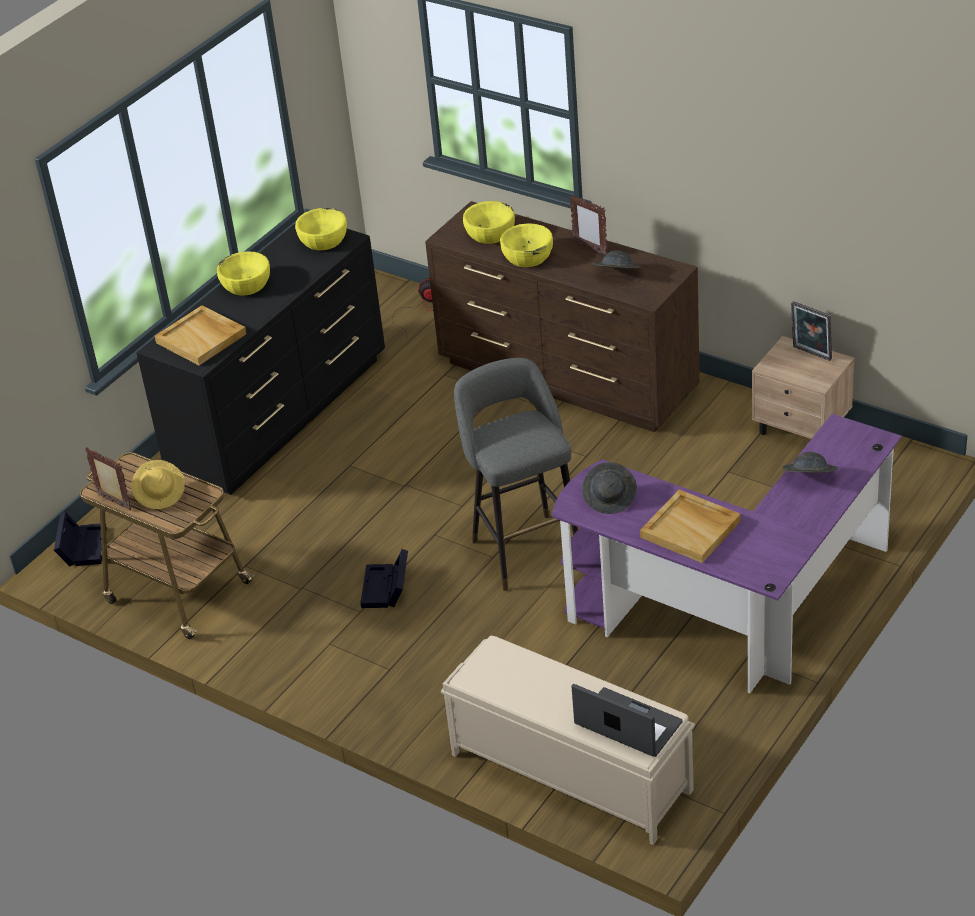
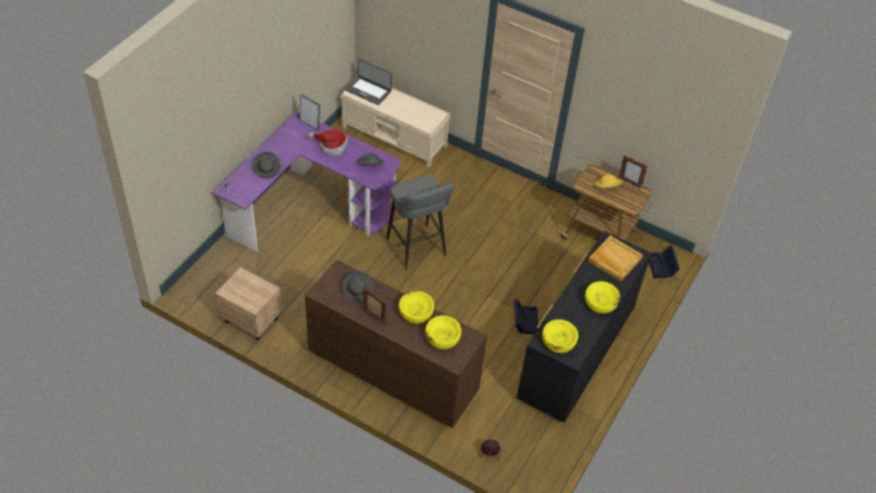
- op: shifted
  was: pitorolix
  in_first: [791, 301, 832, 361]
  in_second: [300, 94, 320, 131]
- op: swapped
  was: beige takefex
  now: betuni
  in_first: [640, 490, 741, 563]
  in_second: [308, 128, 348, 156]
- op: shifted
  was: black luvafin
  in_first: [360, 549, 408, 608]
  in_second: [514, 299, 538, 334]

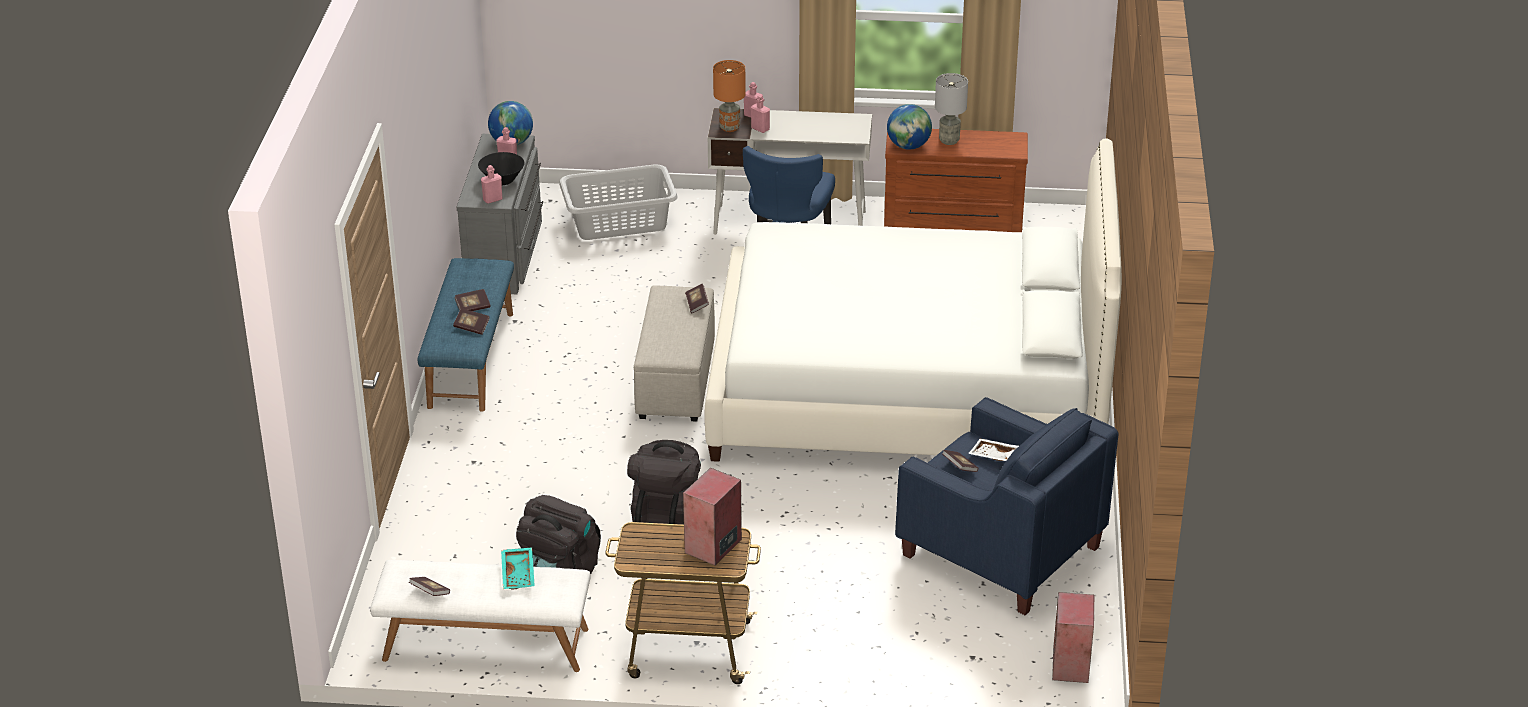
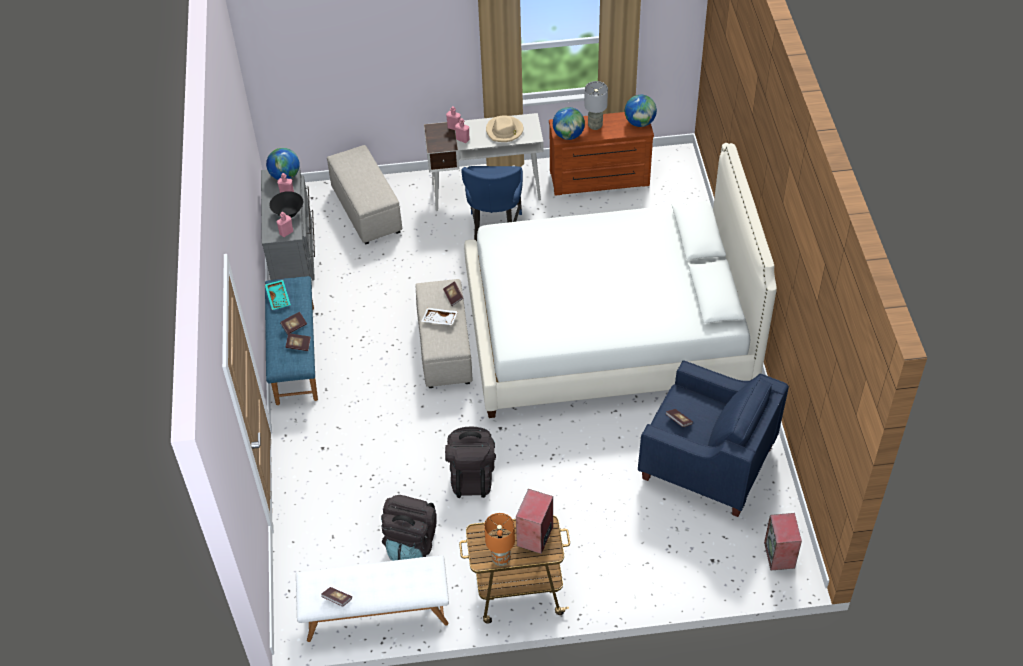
- op: shifted
  was: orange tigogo
  in_first: [713, 60, 746, 132]
  in_second: [484, 513, 515, 566]
- op: swapped
  was: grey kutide
  now: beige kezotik
  in_first: [559, 164, 677, 240]
  in_second: [327, 145, 402, 245]
- op: shifted
  was: white takefex
  in_first: [968, 439, 1019, 461]
  in_second: [421, 308, 458, 325]
- op: shifted
  was: turquoise takefex
  in_first: [501, 547, 535, 589]
  in_second: [265, 280, 291, 310]
- op: new
  now: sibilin
  in_second: [625, 95, 657, 127]
- op: new
  now: beige betuni
  in_second: [486, 115, 524, 142]

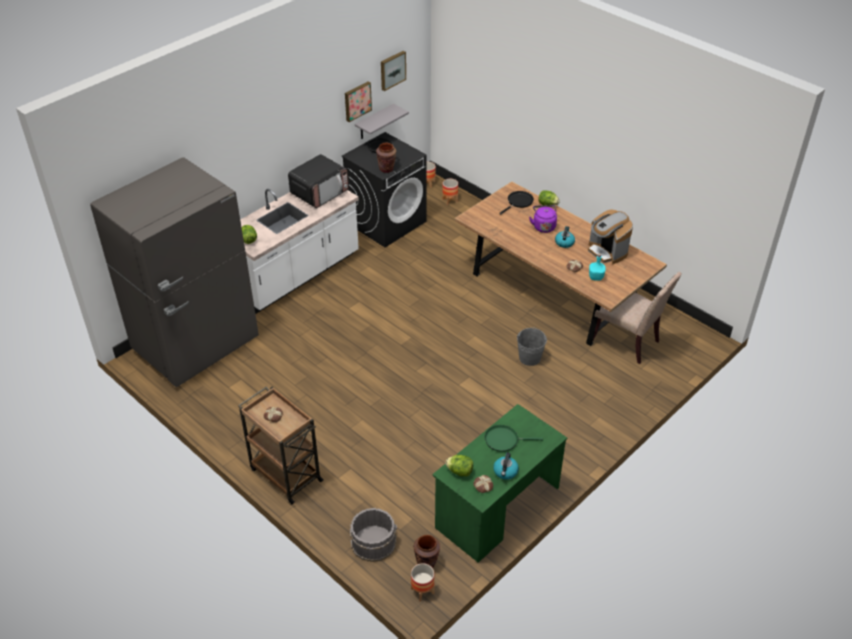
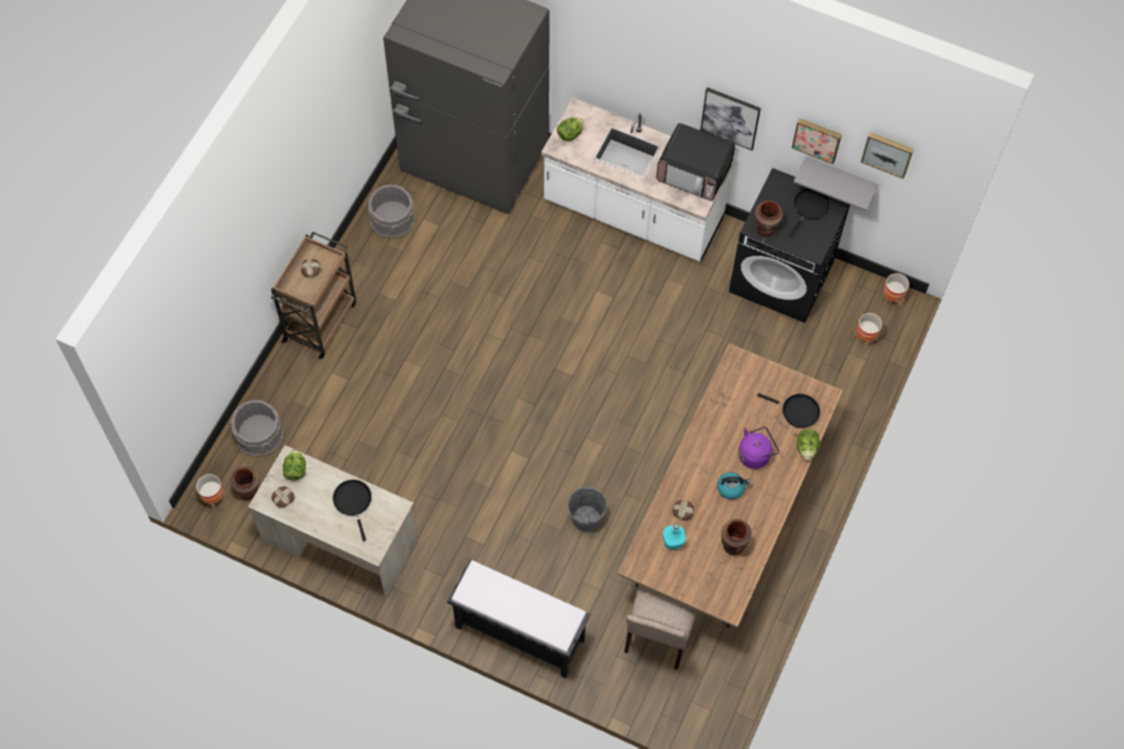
- op: swapped
  was: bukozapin
  now: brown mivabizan
  in_first: [588, 209, 633, 264]
  in_second: [721, 519, 752, 555]
- op: repainted
  was: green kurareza
  now: beige kurareza
  in_first: [432, 404, 567, 563]
  in_second: [248, 445, 418, 599]
- op: repainted
  was: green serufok
  now: black serufok
  in_first: [485, 425, 543, 452]
  in_second: [333, 480, 372, 541]
- op: gone
  was: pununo
  in_first: [493, 452, 519, 480]
- op: new
  now: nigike
  in_second: [700, 87, 761, 150]
- op: new
  now: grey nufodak
  in_second: [368, 184, 415, 239]
- op: new
  now: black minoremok
  in_second: [447, 559, 591, 678]

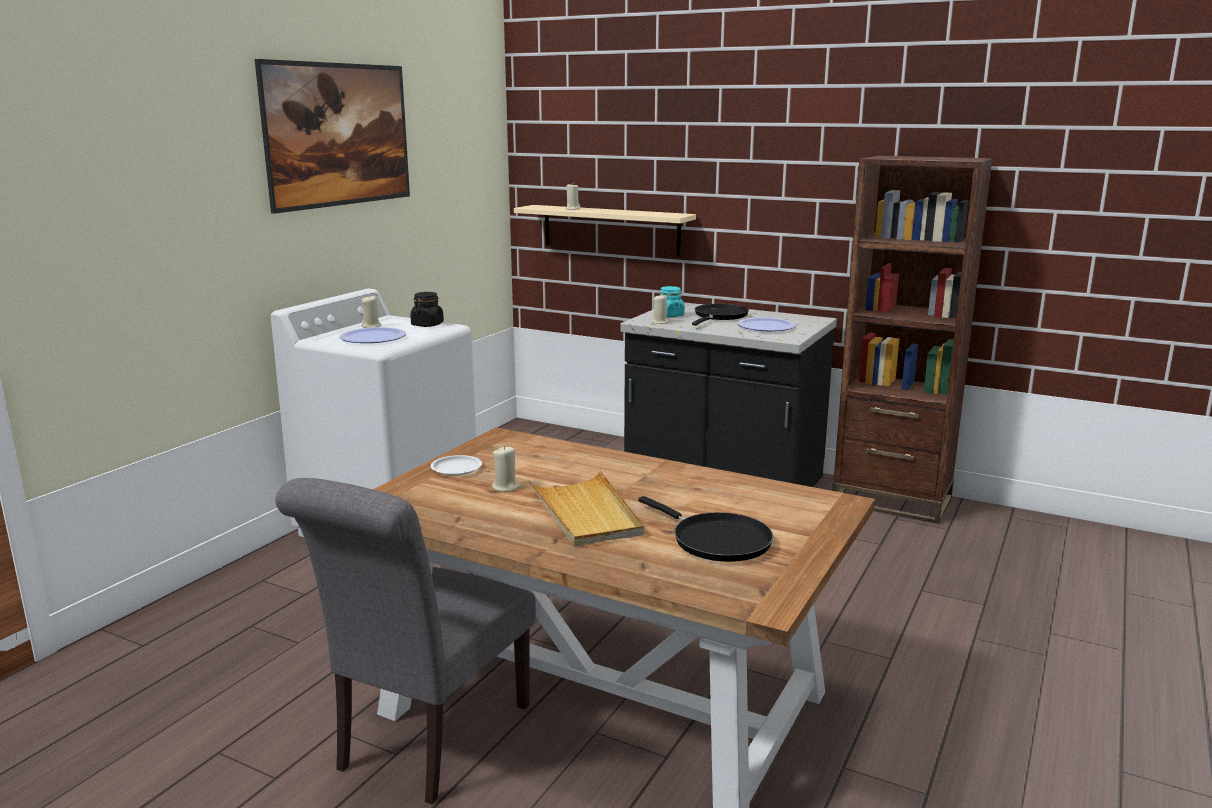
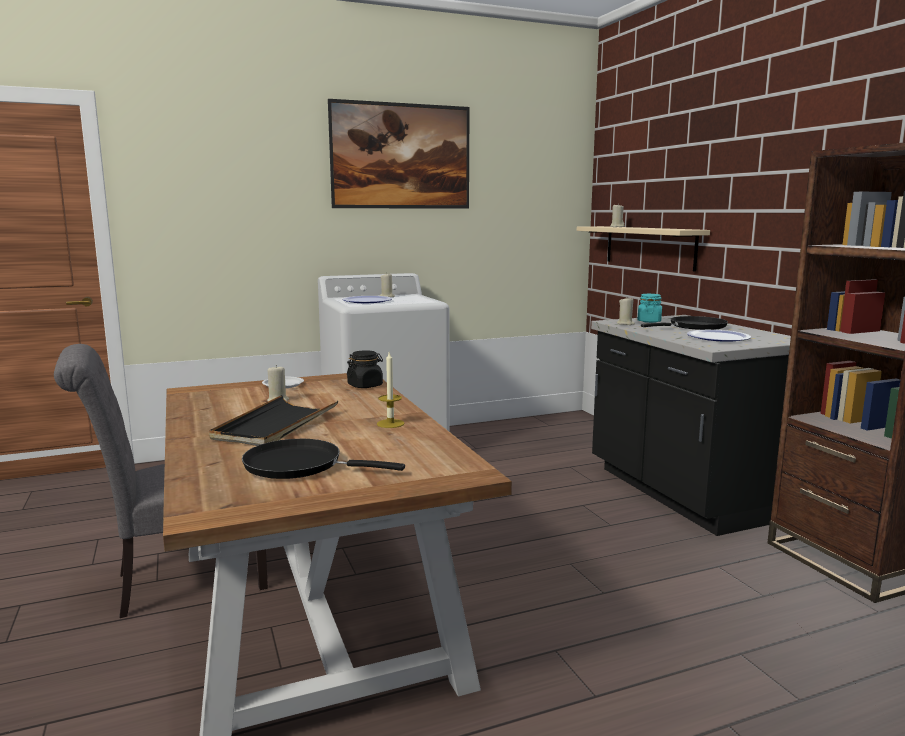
- op: shifted
  was: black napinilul
  in_first: [410, 292, 444, 327]
  in_second: [347, 350, 383, 388]
- op: repainted
  was: beige takefex
  now: black takefex
  in_first: [528, 470, 644, 547]
  in_second: [209, 395, 338, 446]
- op: rotated
  was: black serufok
  in_first: [638, 496, 773, 562]
  in_second: [242, 439, 405, 479]
  clockwise: 105
- op: new
  now: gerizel
  in_second: [377, 352, 404, 428]

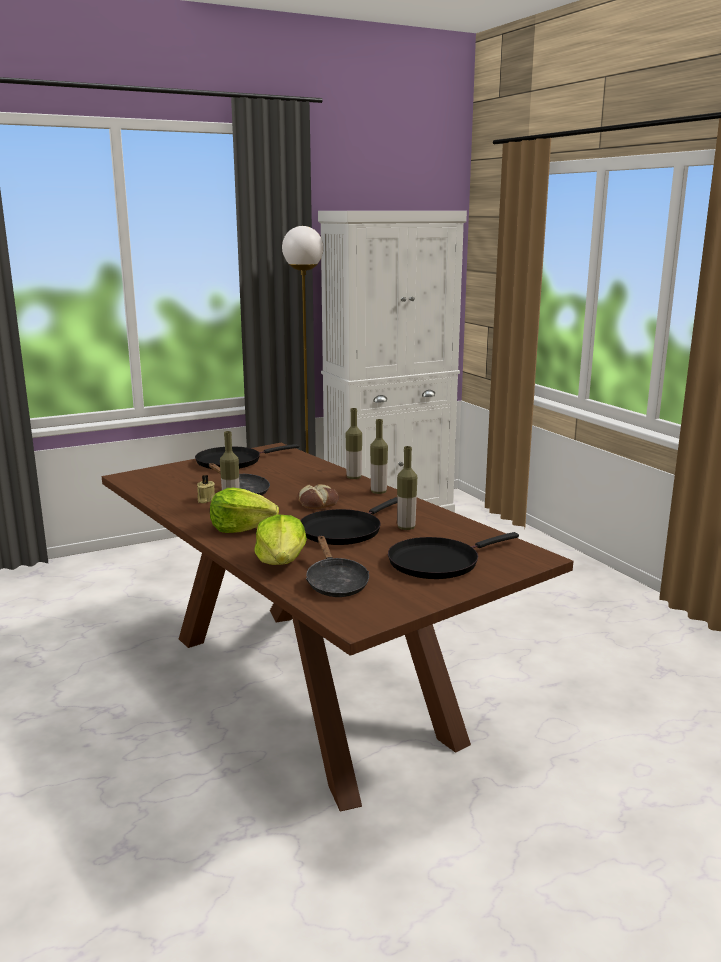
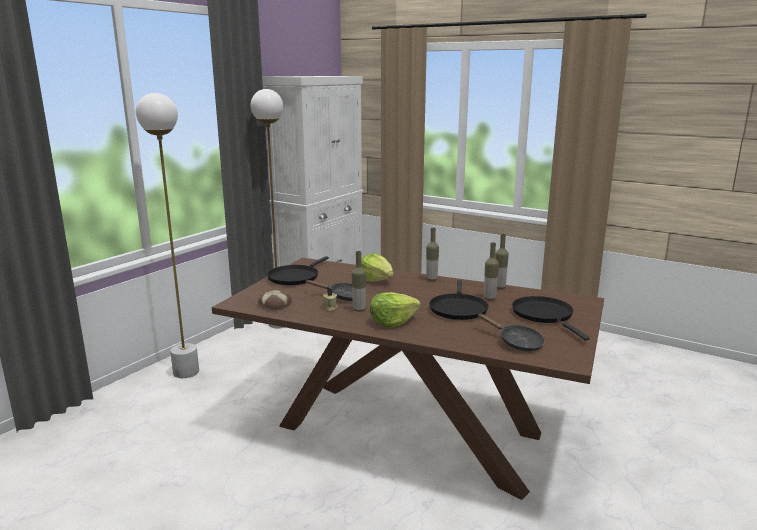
- op: shifted
  was: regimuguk
  in_first: [346, 408, 362, 479]
  in_second: [495, 234, 509, 289]
- op: shifted
  was: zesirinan
  in_first: [297, 484, 339, 509]
  in_second: [258, 290, 292, 310]
- op: shifted
  was: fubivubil
  in_first: [254, 514, 307, 565]
  in_second: [361, 253, 394, 282]
- op: rotated
  was: black serufok
  in_first: [388, 532, 519, 579]
  in_second: [512, 296, 590, 341]
  clockwise: 135
- op: new
  now: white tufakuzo
  in_second: [136, 93, 199, 378]

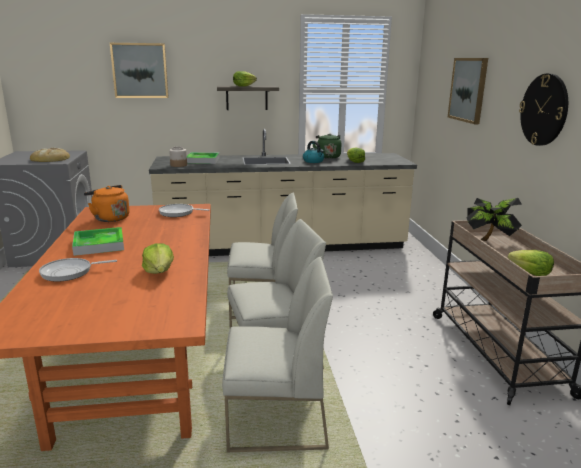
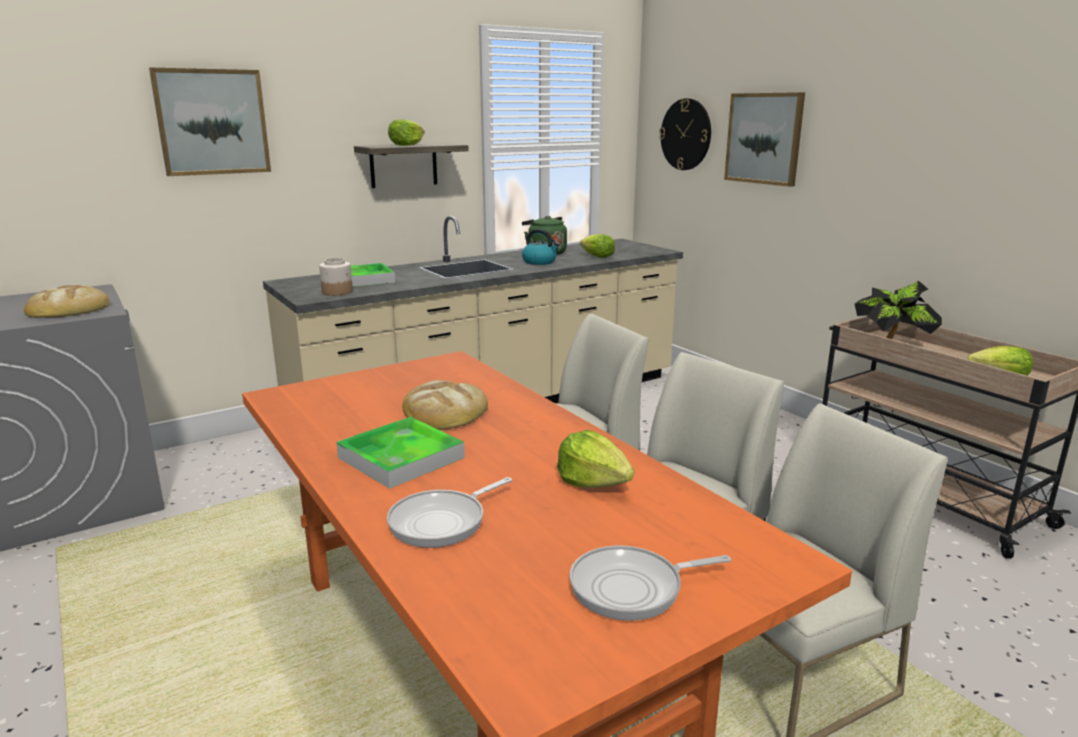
- op: shifted
  was: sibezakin
  in_first: [519, 73, 568, 146]
  in_second: [659, 98, 711, 170]
- op: gone
  was: orange pununo
  in_first: [84, 185, 130, 222]
- op: shifted
  was: serufok
  in_first: [159, 204, 210, 217]
  in_second: [570, 545, 731, 621]
- op: new
  now: zesirinan
  in_second: [402, 380, 488, 430]

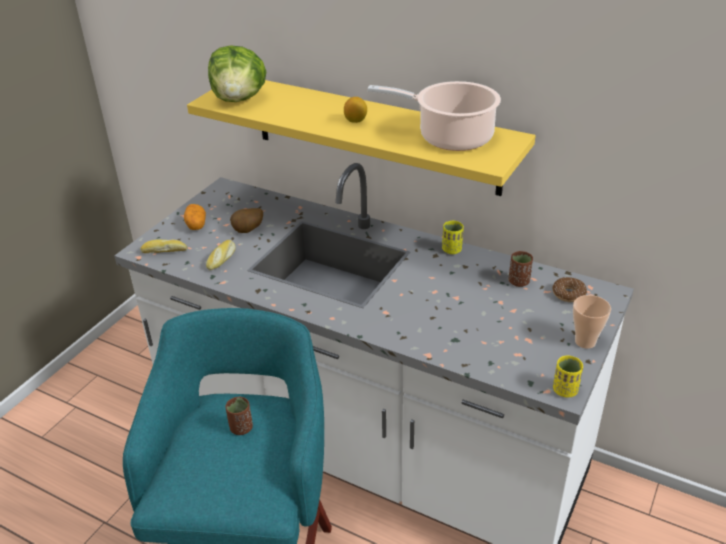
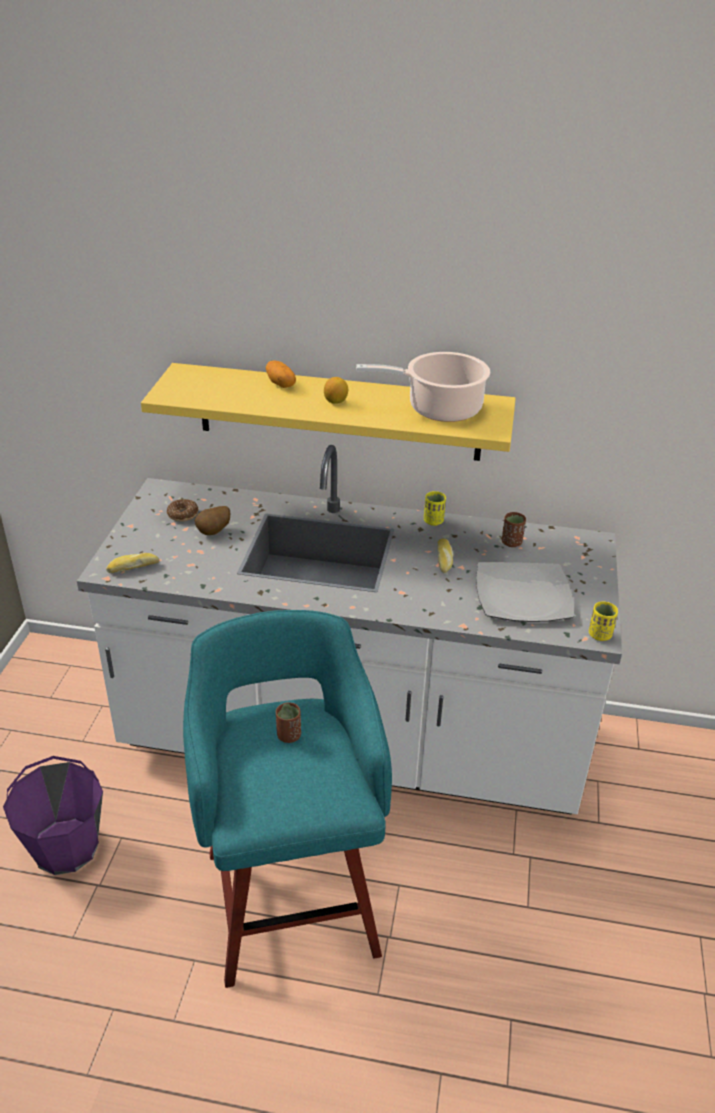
- op: gone
  was: fubivubil
  in_first: [208, 45, 266, 102]
- op: shifted
  was: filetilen
  in_first: [184, 204, 206, 230]
  in_second: [266, 361, 296, 388]
- op: shifted
  was: zesirinan
  in_first: [206, 240, 236, 270]
  in_second: [437, 539, 453, 573]
- op: shifted
  was: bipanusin
  in_first: [553, 277, 587, 302]
  in_second: [167, 499, 198, 522]
- op: gone
  was: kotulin
  in_first: [573, 295, 611, 349]
- op: new
  now: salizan
  in_second: [476, 562, 574, 622]
- op: new
  now: purple nufodak
  in_second: [3, 756, 103, 875]

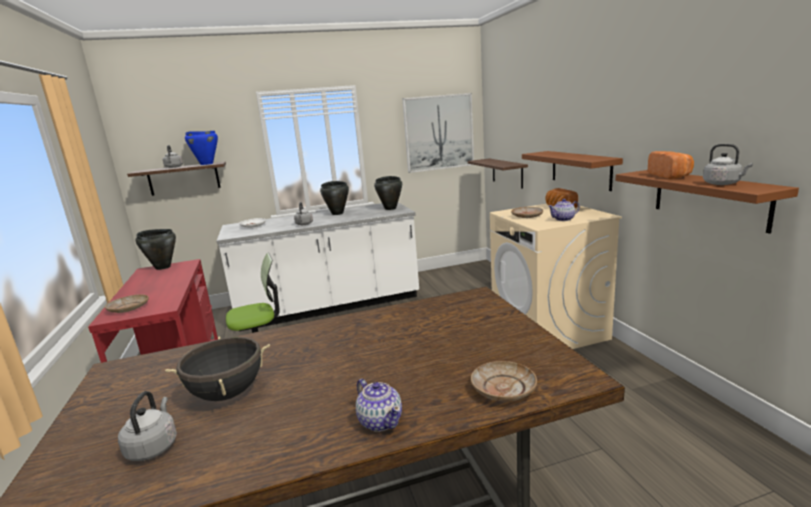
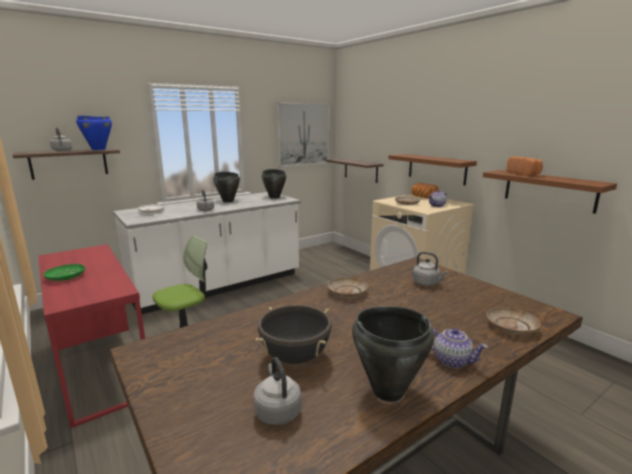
- op: shifted
  was: grey pununo
  in_first: [703, 144, 753, 185]
  in_second: [412, 252, 448, 286]
- op: shifted
  was: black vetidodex
  in_first: [136, 229, 176, 270]
  in_second: [352, 306, 434, 402]
- op: shifted
  was: beige salizan
  in_first: [105, 294, 149, 313]
  in_second: [327, 277, 368, 298]
- op: new
  now: green salizan
  in_second: [43, 264, 85, 281]

